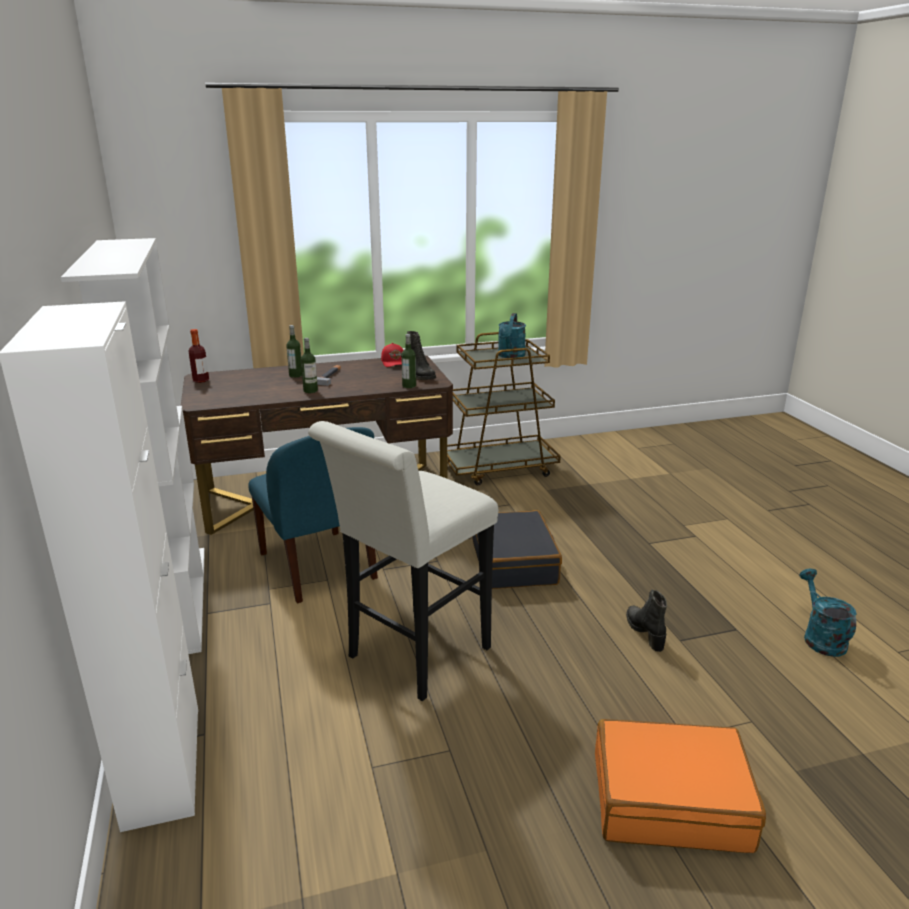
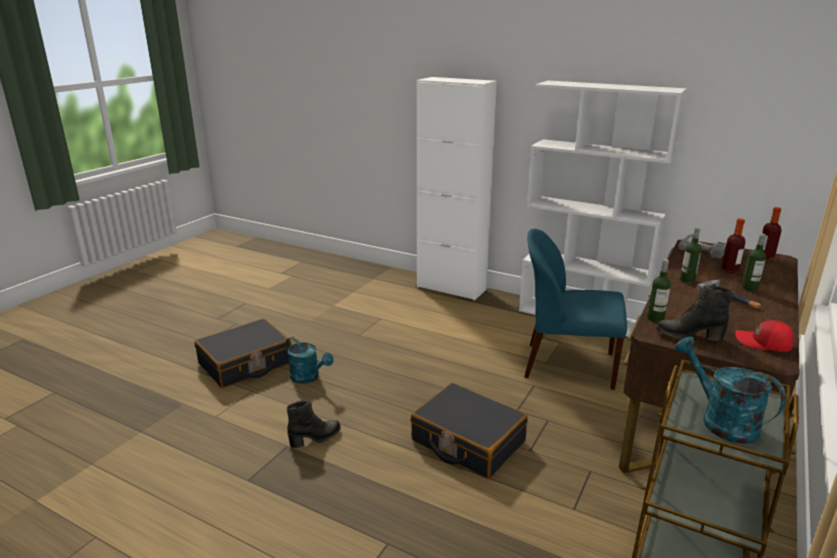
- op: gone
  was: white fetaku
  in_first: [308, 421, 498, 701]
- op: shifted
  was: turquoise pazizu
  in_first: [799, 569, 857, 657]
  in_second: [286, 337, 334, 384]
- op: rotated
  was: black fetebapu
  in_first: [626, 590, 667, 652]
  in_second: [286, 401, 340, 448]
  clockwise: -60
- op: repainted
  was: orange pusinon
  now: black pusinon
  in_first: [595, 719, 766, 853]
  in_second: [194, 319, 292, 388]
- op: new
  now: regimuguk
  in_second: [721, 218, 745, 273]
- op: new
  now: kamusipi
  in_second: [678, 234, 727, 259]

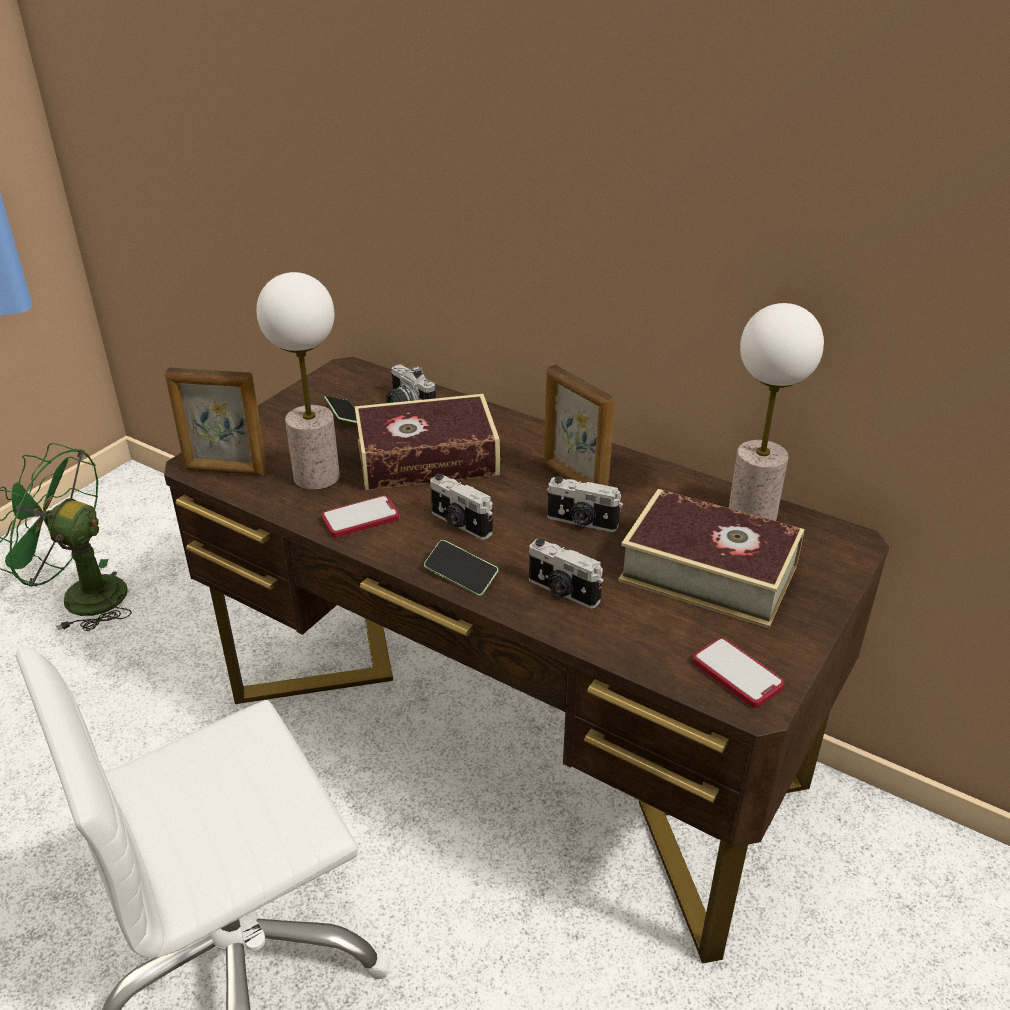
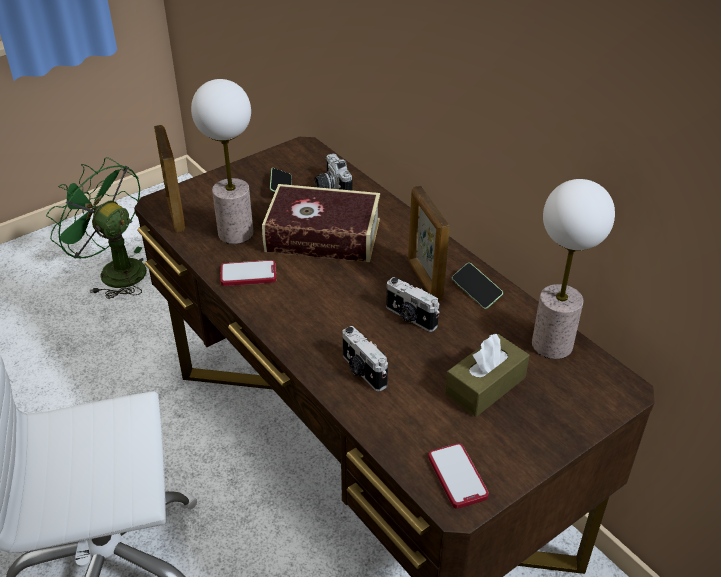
- op: rotated
  was: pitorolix
  in_first: [165, 367, 267, 475]
  in_second: [154, 125, 185, 233]
  clockwise: -135
- op: gone
  was: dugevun
  in_first: [430, 473, 493, 540]
- op: swapped
  was: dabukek
  now: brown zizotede
  in_first: [618, 489, 805, 629]
  in_second: [445, 334, 530, 417]
- op: shifted
  was: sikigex
  in_first: [424, 540, 498, 596]
  in_second: [452, 263, 503, 309]

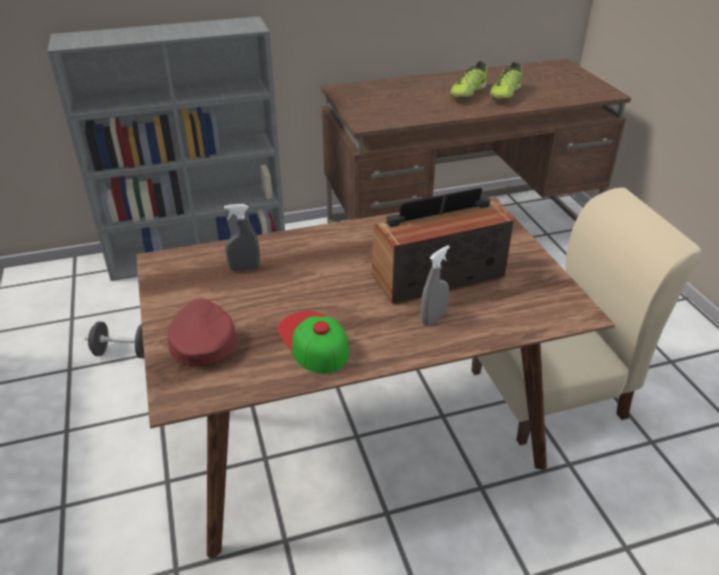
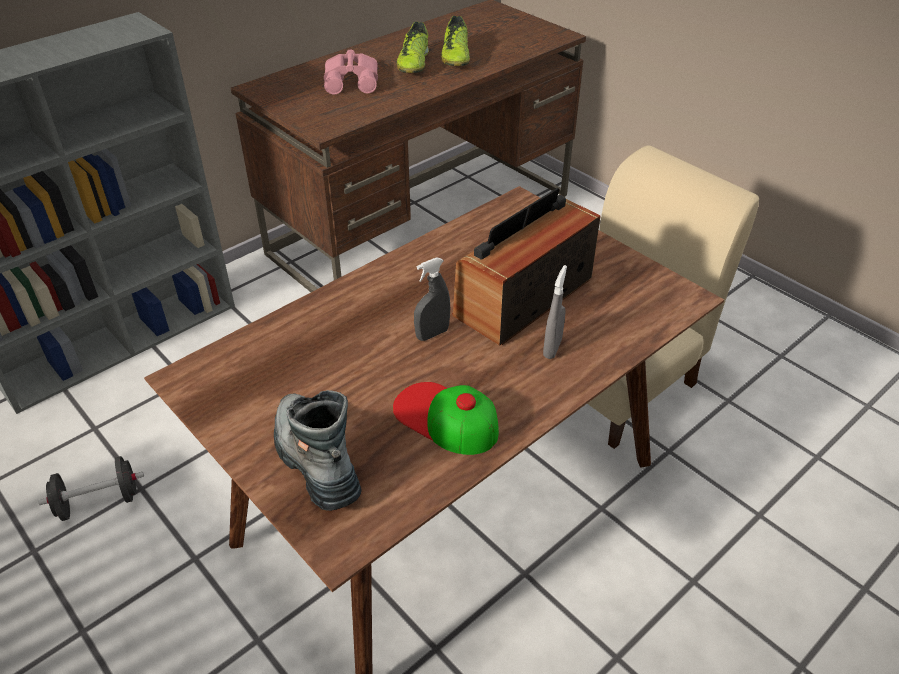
- op: shifted
  was: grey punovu
  in_first: [224, 204, 260, 272]
  in_second: [414, 257, 450, 341]
- op: swapped
  was: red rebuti
  now: fetebapu
  in_first: [167, 298, 237, 366]
  in_second: [274, 390, 361, 511]
- op: new
  now: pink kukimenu
  in_second: [324, 49, 378, 95]

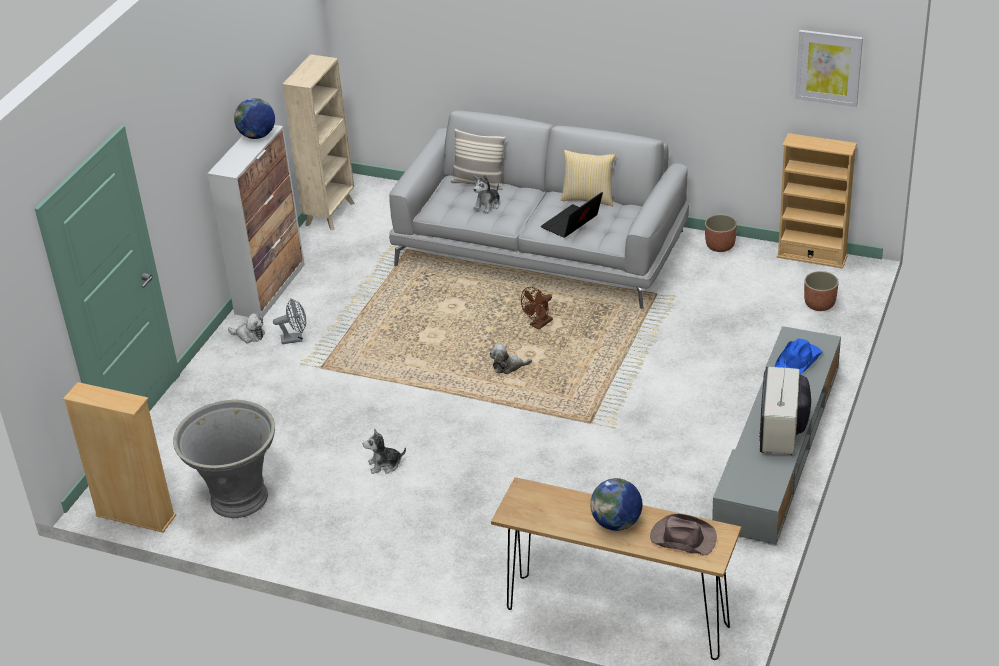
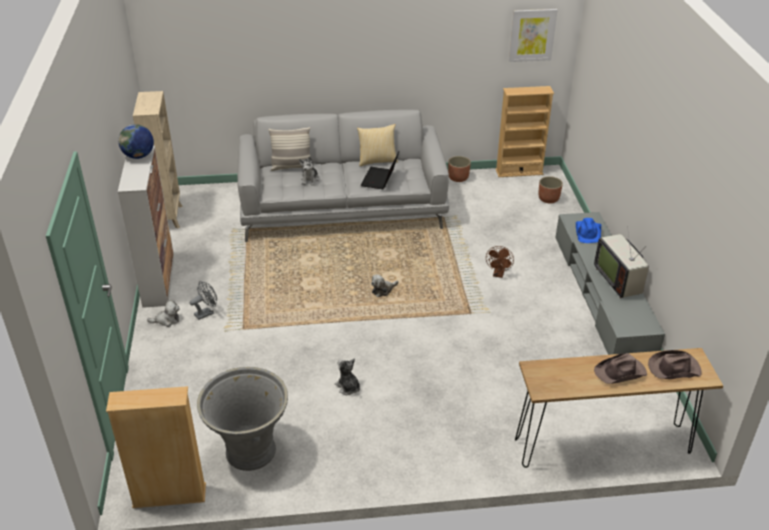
- op: shifted
  was: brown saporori
  in_first: [521, 287, 553, 329]
  in_second: [486, 246, 514, 278]
- op: rotated
  was: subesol
  in_first: [363, 429, 406, 474]
  in_second: [335, 358, 360, 395]
  clockwise: 90
- op: swapped
  was: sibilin
  now: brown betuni
  in_first: [590, 478, 642, 531]
  in_second: [594, 353, 647, 384]

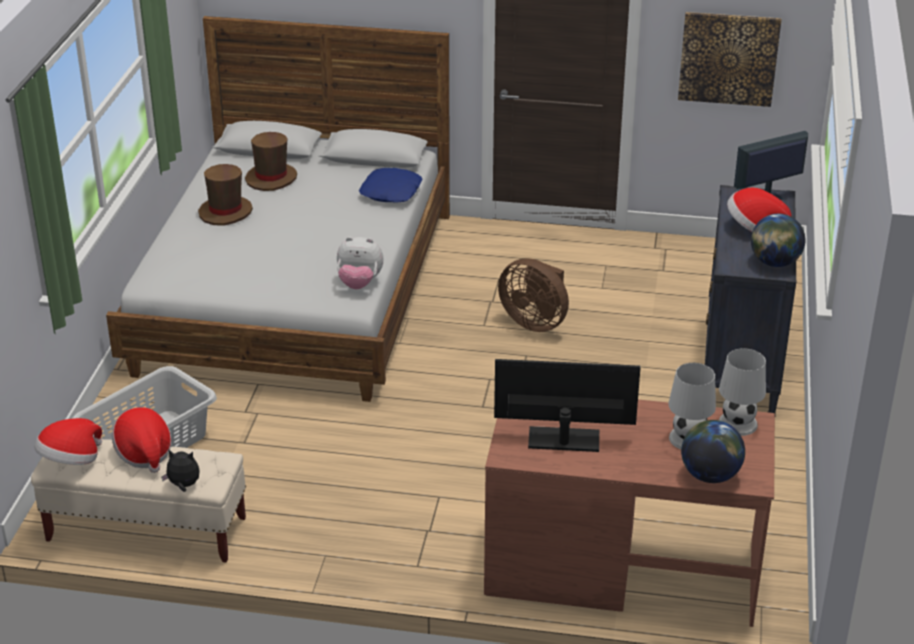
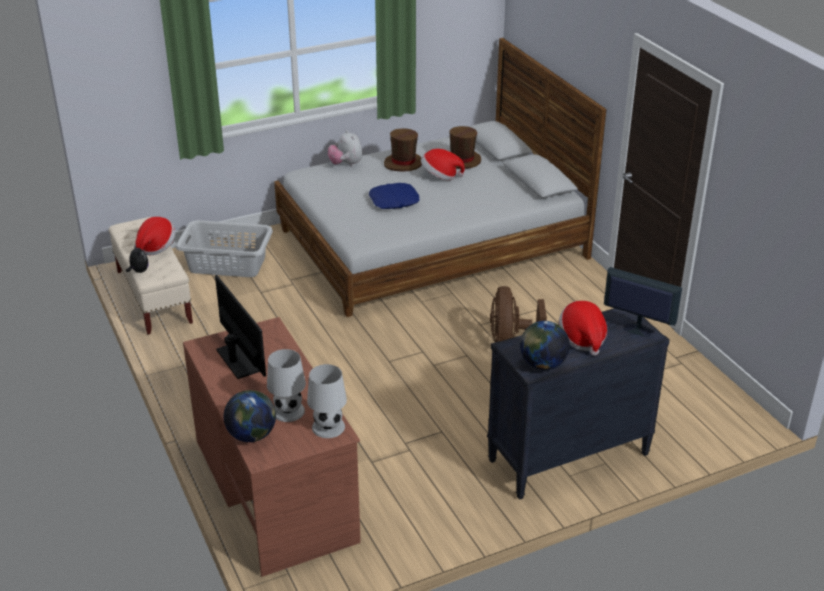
- op: gone
  was: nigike
  in_first: [678, 12, 781, 107]
- op: shifted
  was: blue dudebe
  in_first: [359, 168, 422, 202]
  in_second: [369, 183, 420, 209]
- op: shifted
  was: subesol
  in_first: [337, 237, 384, 289]
  in_second: [328, 130, 363, 167]
- op: shifted
  was: betuni
  in_first: [34, 418, 102, 465]
  in_second: [421, 149, 465, 180]

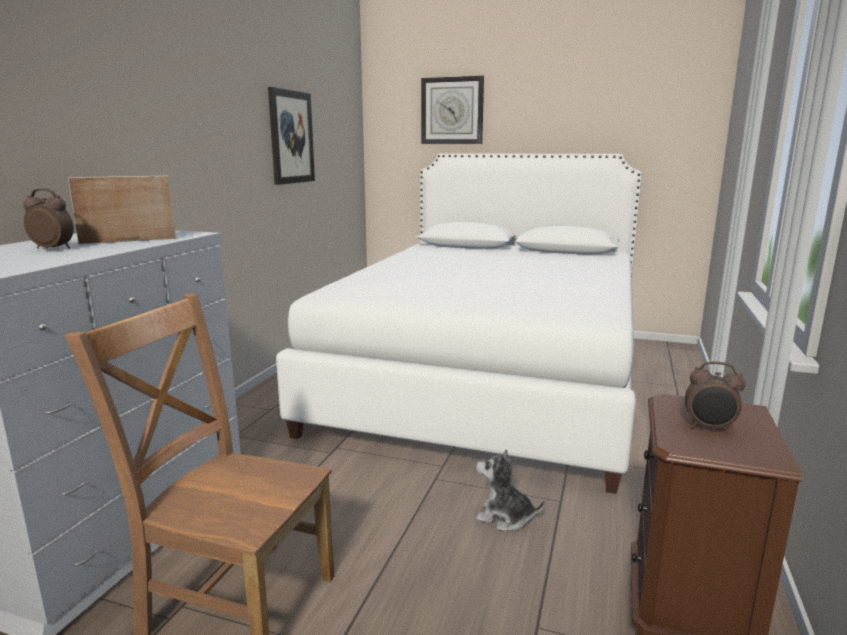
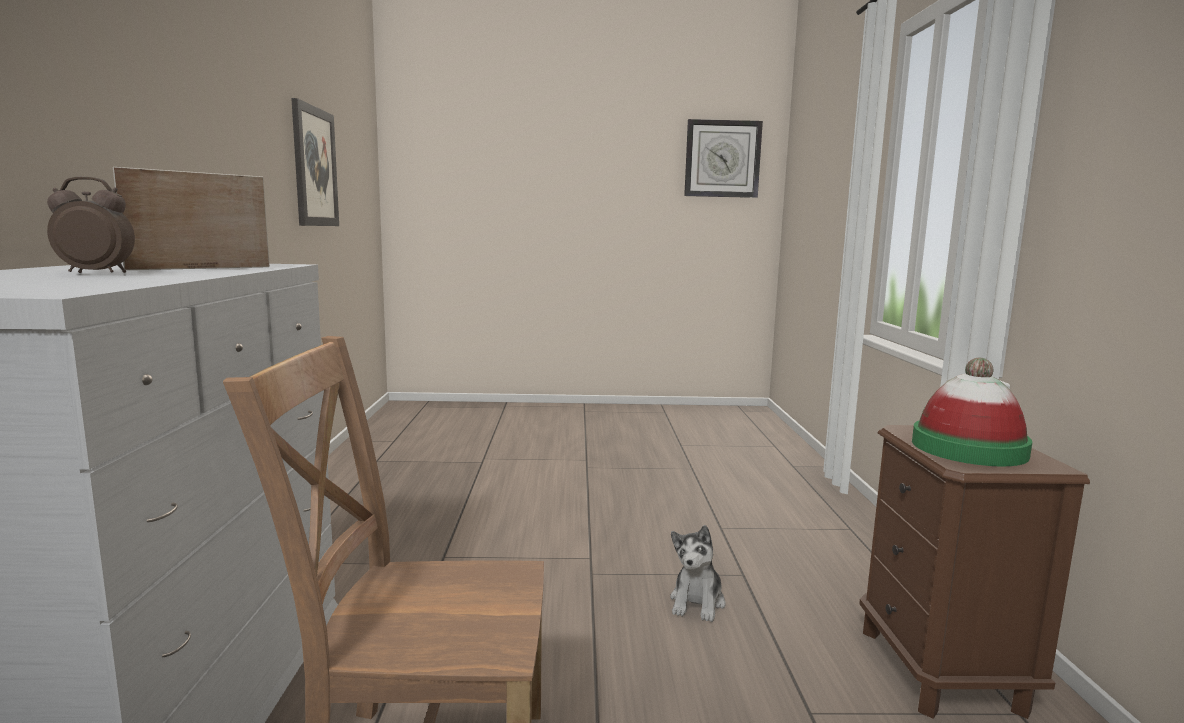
- op: shifted
  was: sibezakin
  in_first: [421, 76, 484, 144]
  in_second: [684, 119, 763, 198]
- op: gone
  was: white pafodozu
  in_first: [276, 153, 642, 494]
- op: swapped
  was: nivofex
  now: betuni
  in_first: [685, 361, 746, 433]
  in_second: [912, 358, 1032, 467]
- op: rotated
  was: subesol
  in_first: [476, 449, 545, 531]
  in_second: [670, 525, 726, 622]
  clockwise: -75

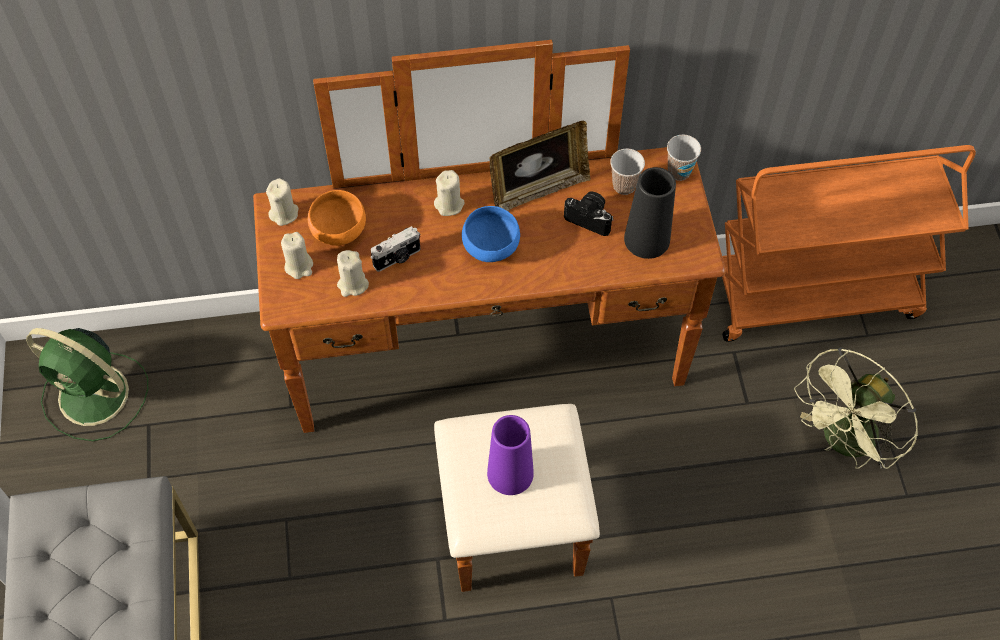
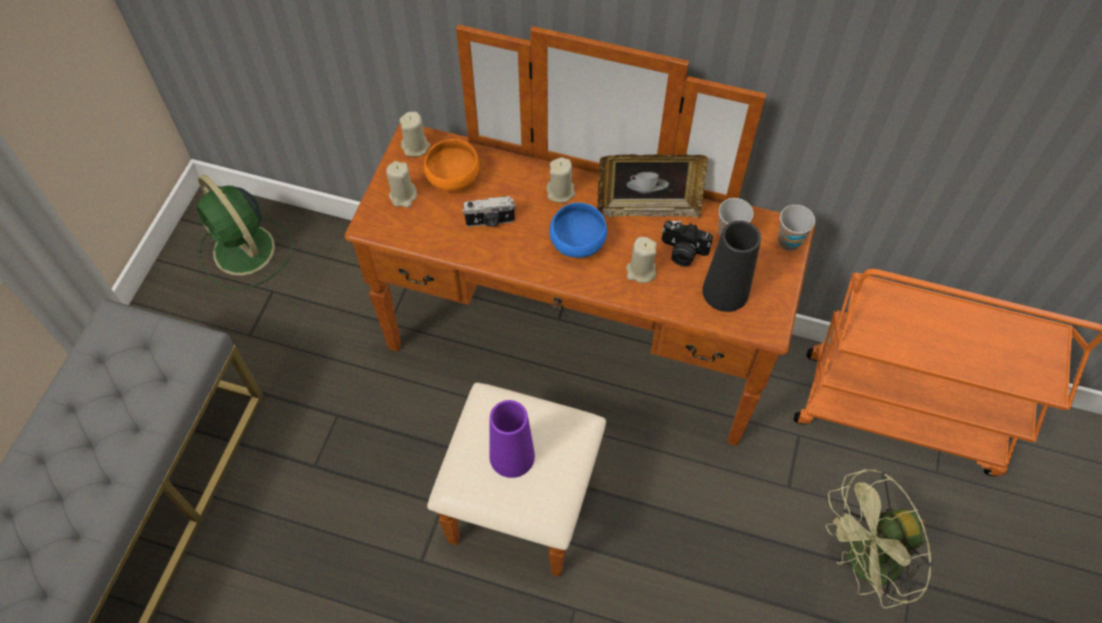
- op: rotated
  was: dugevun
  in_first: [564, 192, 613, 236]
  in_second: [662, 220, 713, 267]
  clockwise: 150
- op: shifted
  was: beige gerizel
  in_first: [337, 250, 369, 297]
  in_second: [626, 237, 657, 283]

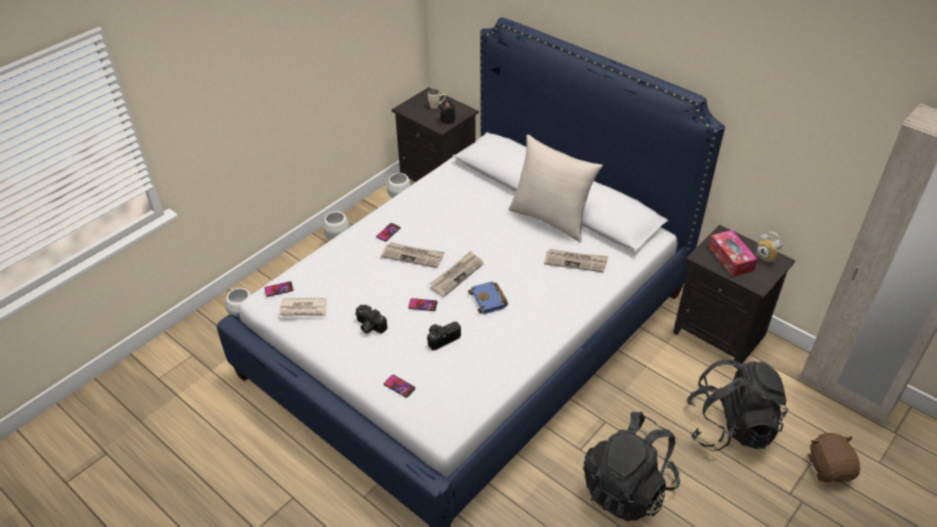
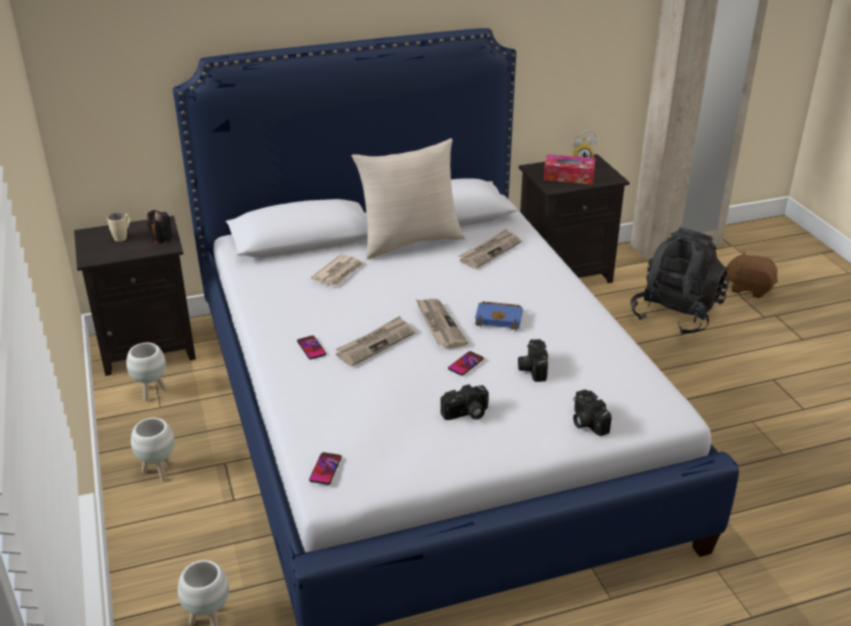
- op: shifted
  was: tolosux
  in_first: [279, 298, 327, 318]
  in_second: [311, 254, 363, 286]
- op: swapped
  was: sikigex
  now: dugevun
  in_first: [384, 375, 416, 398]
  in_second: [573, 390, 612, 436]
- op: gone
  was: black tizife
  in_first: [583, 411, 680, 521]

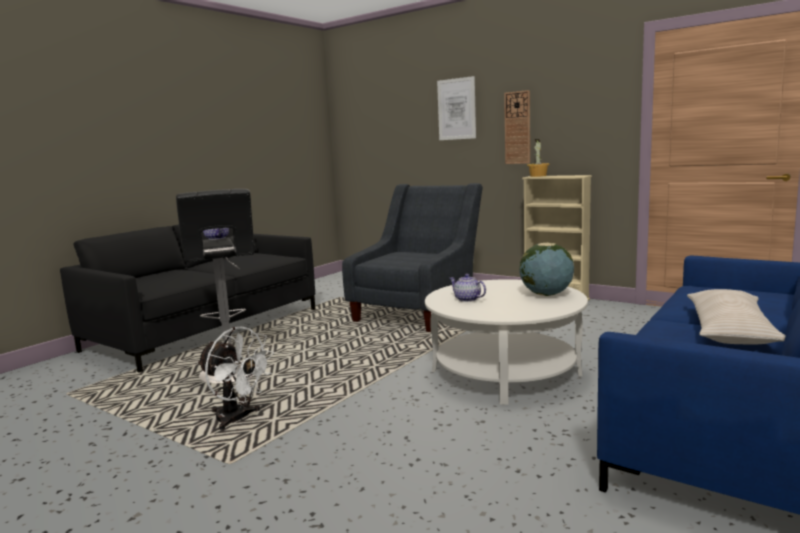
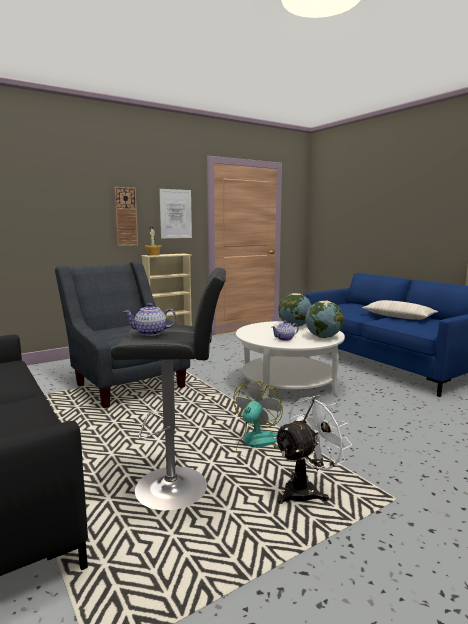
- op: shifted
  was: nigike
  in_first: [437, 76, 476, 140]
  in_second: [159, 189, 192, 238]
- op: new
  now: sibilin
  in_second: [305, 301, 344, 338]
- op: new
  now: saporori
  in_second: [233, 381, 283, 459]

